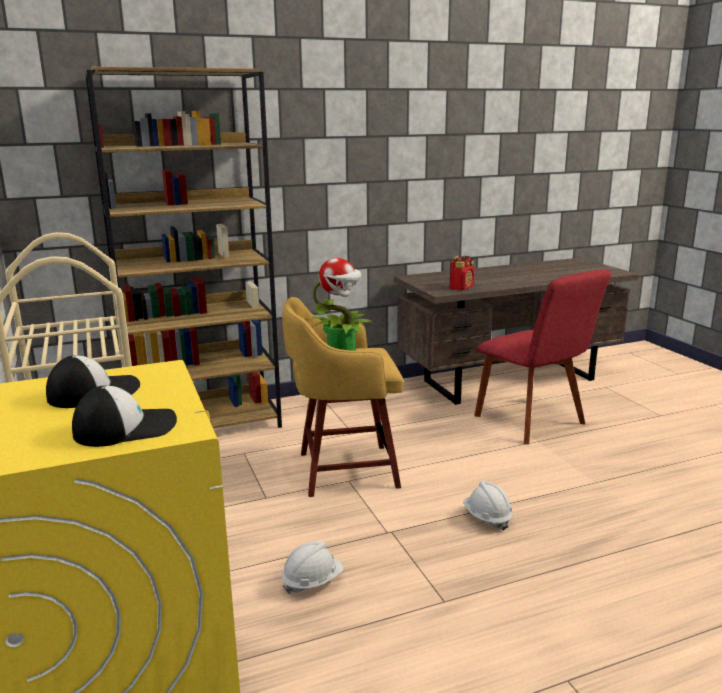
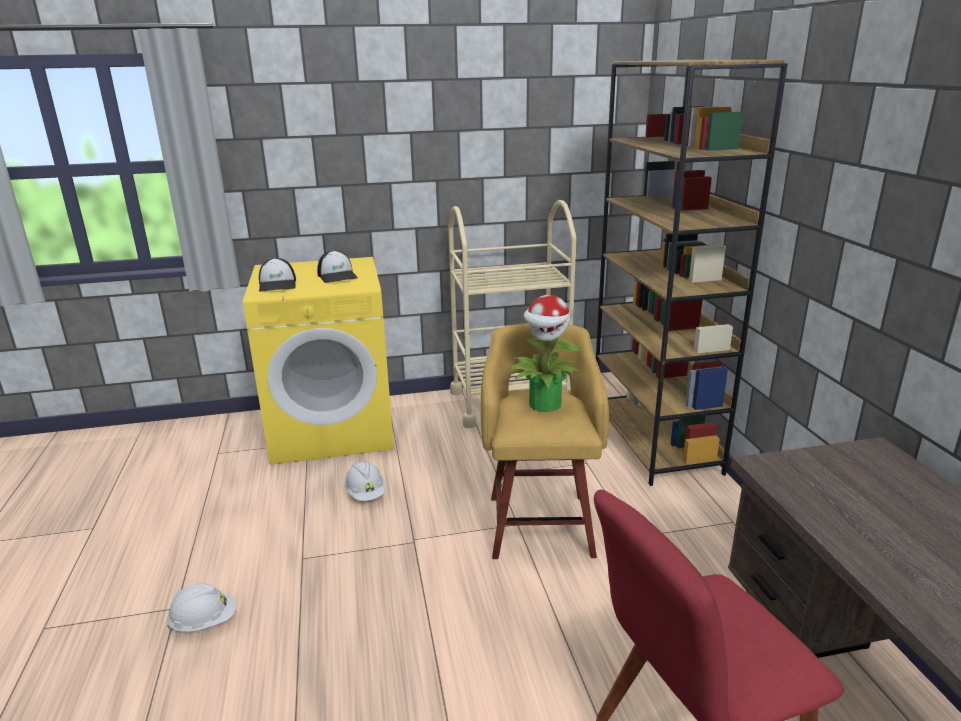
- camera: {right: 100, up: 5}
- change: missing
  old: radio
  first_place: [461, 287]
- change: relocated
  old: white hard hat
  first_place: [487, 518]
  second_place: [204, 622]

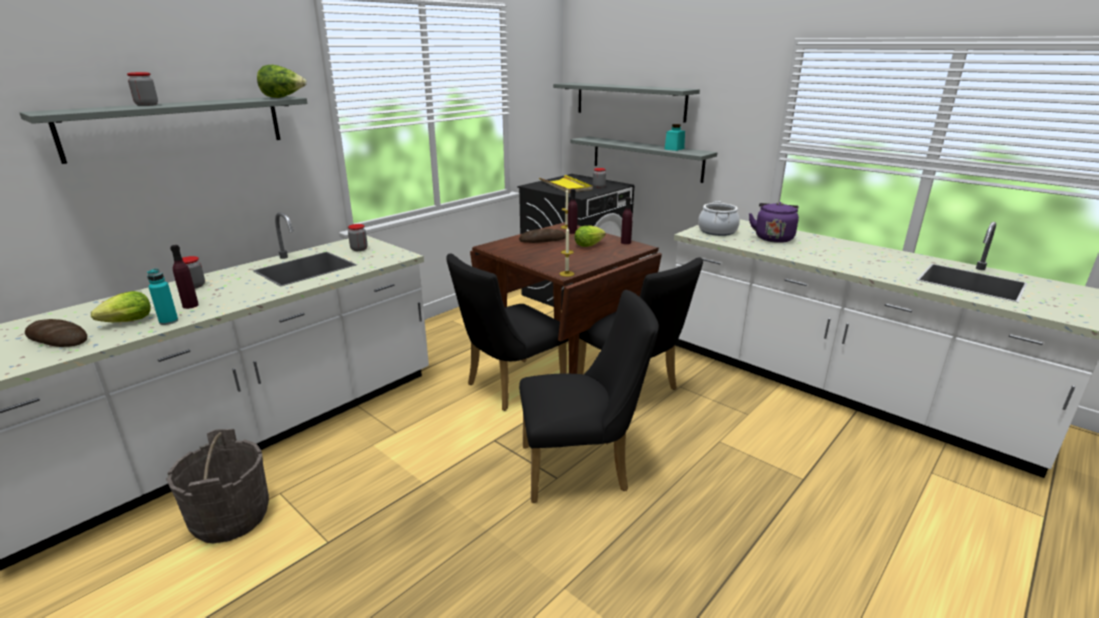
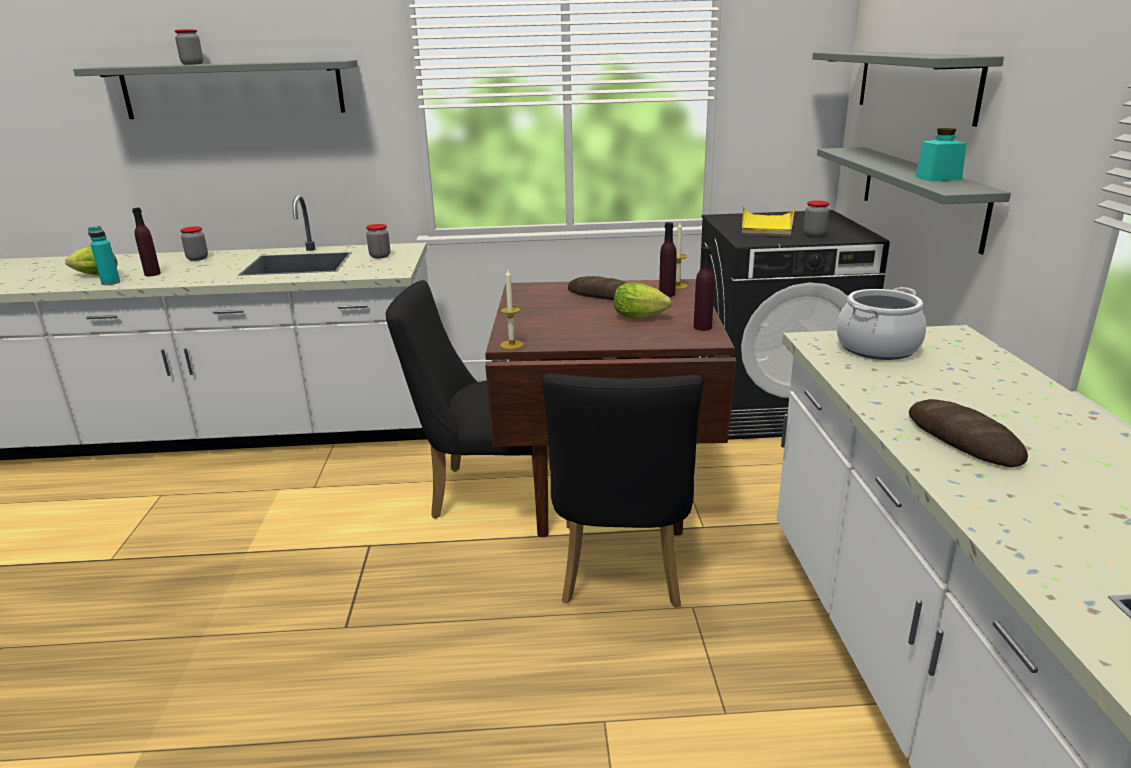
- camera: {right: 45, up: 0}
- change: missing
  old: lettuce
  first_place: [283, 97]
- change: missing
  old: purple kettle
  first_place: [773, 238]
- change: missing
  old: black chair
  first_place: [582, 468]
- change: relocated
  old: bread
  first_place: [57, 338]
  second_place: [963, 440]
- change: missing
  old: grey bucket
  first_place: [230, 517]

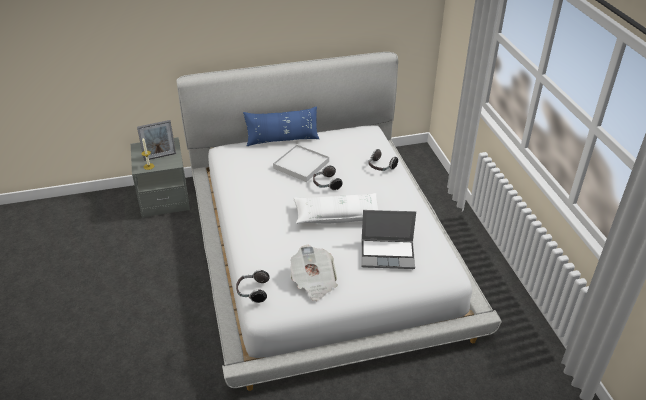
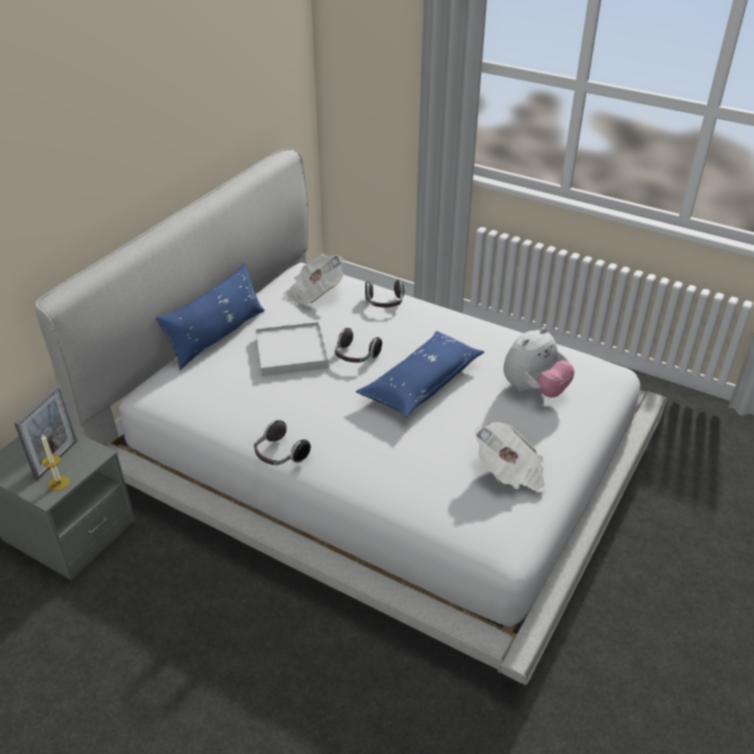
- camera: {right: -45, up: 0}
- change: colour
  old: white pillow
  new: blue pillow
  first_place: [337, 215]
  second_place: [421, 383]
- change: exchanged
  old: laptop
  new: plush toy
  first_place: [388, 254]
  second_place: [534, 390]
- change: relocated
  old: headphones
  first_place: [252, 292]
  second_place: [279, 455]
- change: appeared
  new: newspaper
  second_place: [314, 294]

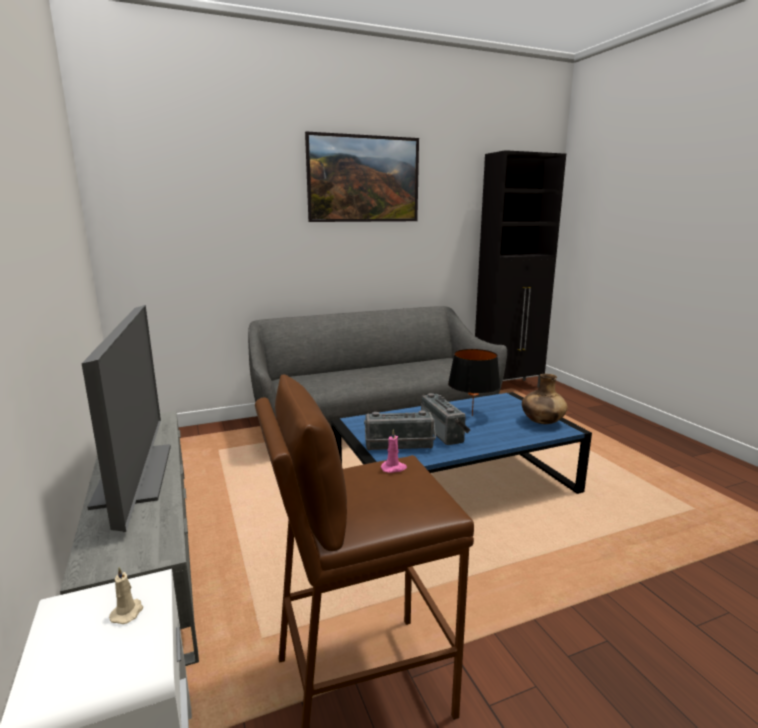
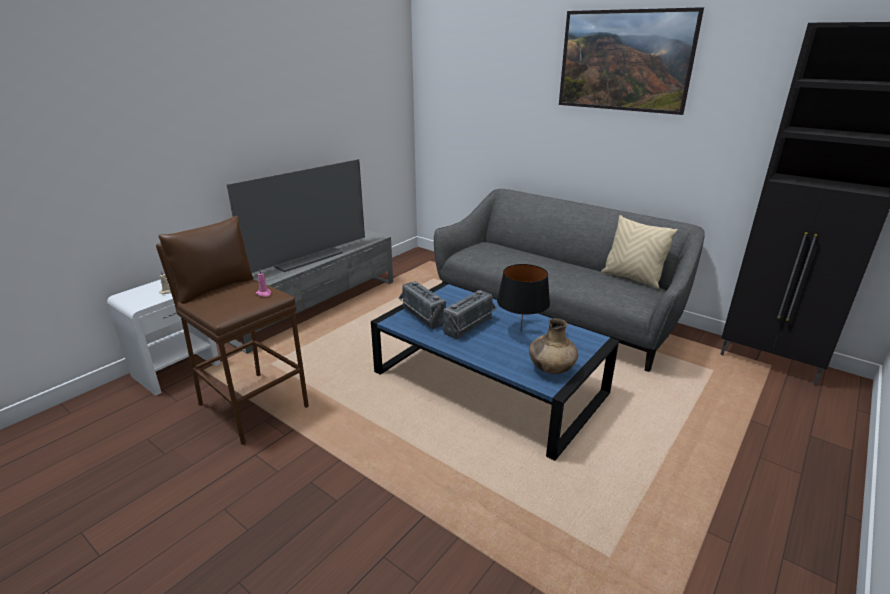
- camera: {right: 60, up: 10}
- change: appeared
  new: beige pillow
  second_place: [632, 278]

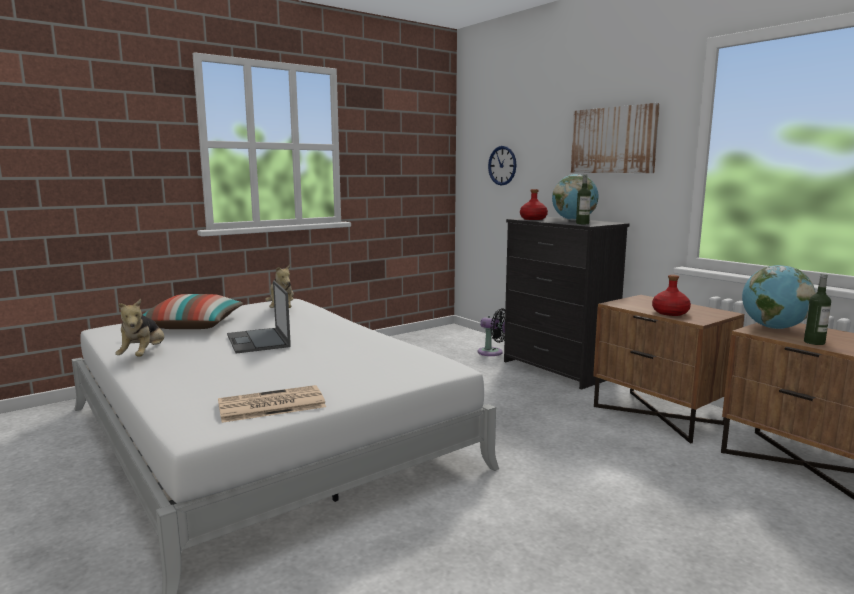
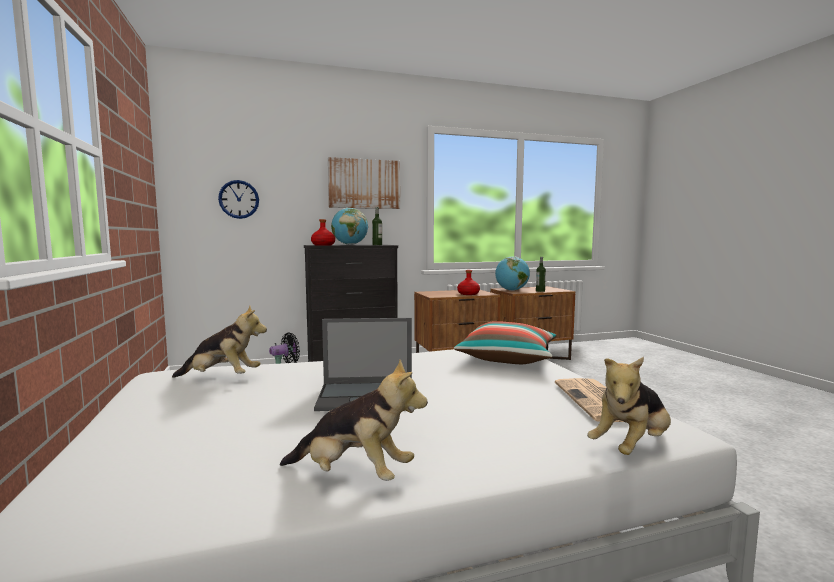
- camera: {right: -70, up: -5}
- change: relocated
  old: pillow
  first_place: [193, 326]
  second_place: [507, 358]
- change: appeared
  new: plush toy
  second_place: [631, 447]

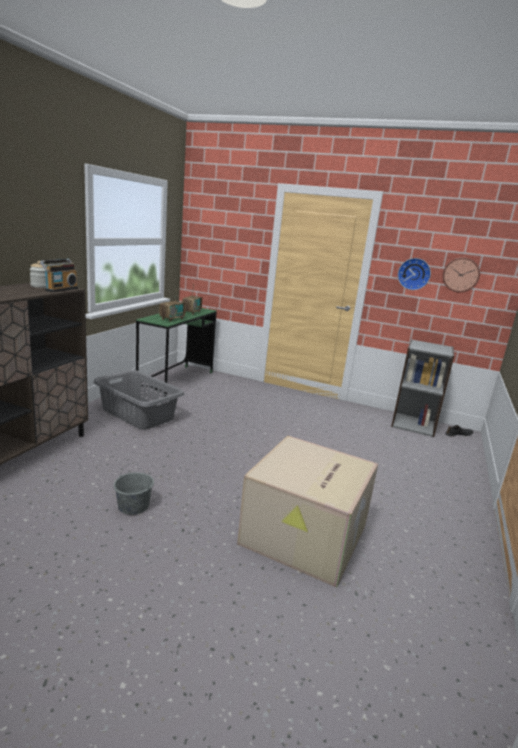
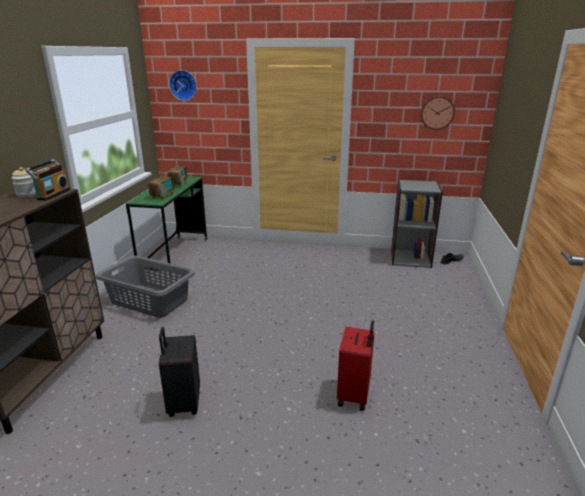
- camera: {right: -10, up: 5}
- change: relocated
  old: wall clock
  first_place: [414, 274]
  second_place: [183, 85]
- change: exchanged
  old: cardboard box
  new: red suitcase
  first_place: [305, 536]
  second_place: [354, 395]
- change: exchanged
  old: grey bucket
  new: black suitcase
  first_place: [133, 506]
  second_place: [183, 403]

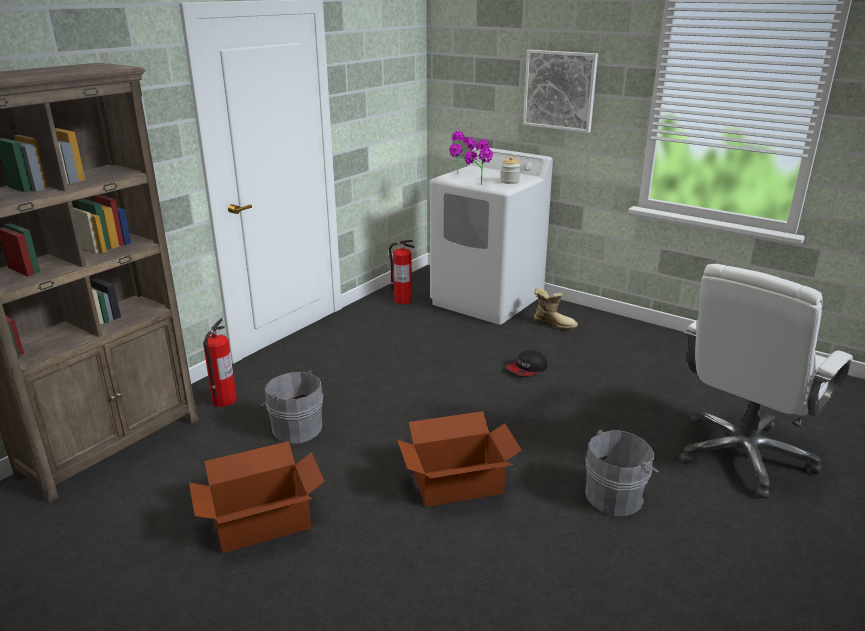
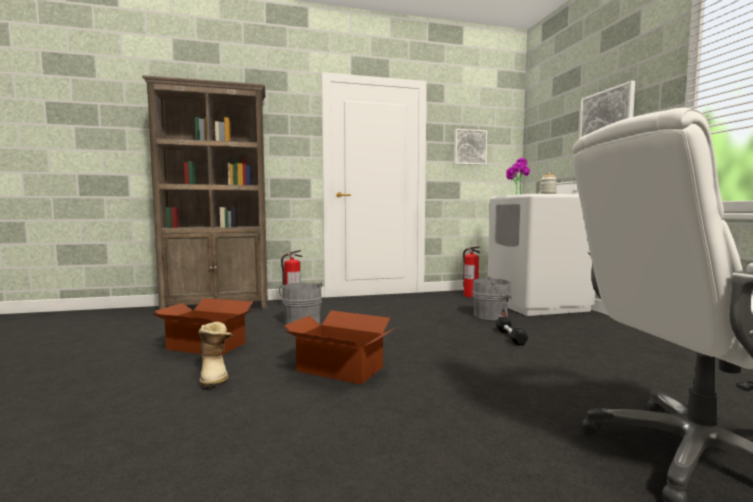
- camera: {right: 40, up: -20}
- change: relocated
  old: boot
  first_place: [553, 323]
  second_place: [215, 375]
- change: exchanged
  old: cap
  new: black dumbbell
  first_place: [527, 369]
  second_place: [510, 337]
- change: relocated
  old: grey bucket
  first_place: [616, 496]
  second_place: [492, 316]
- change: appeared
  new: picture
  second_place: [469, 147]

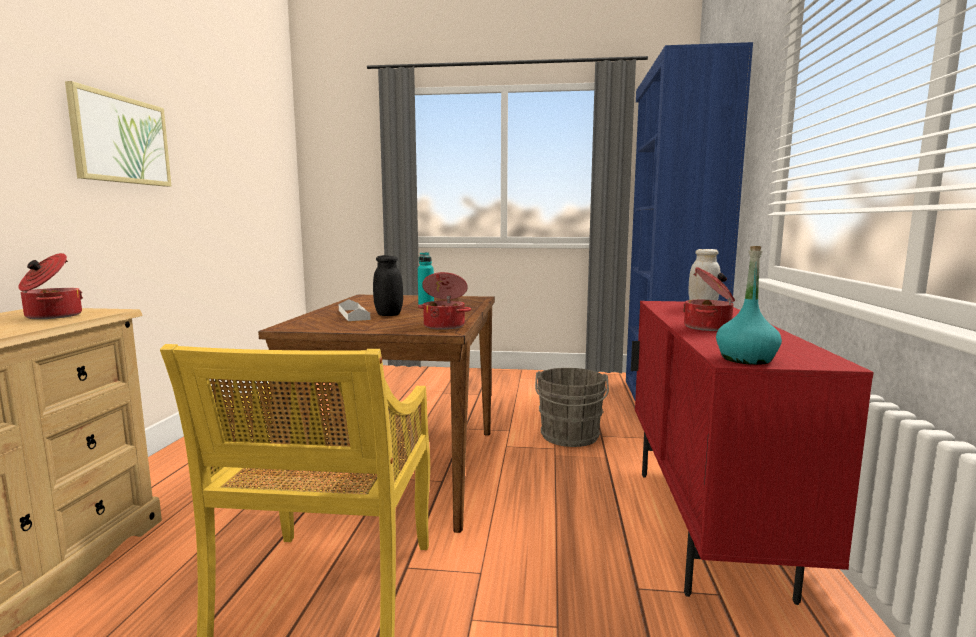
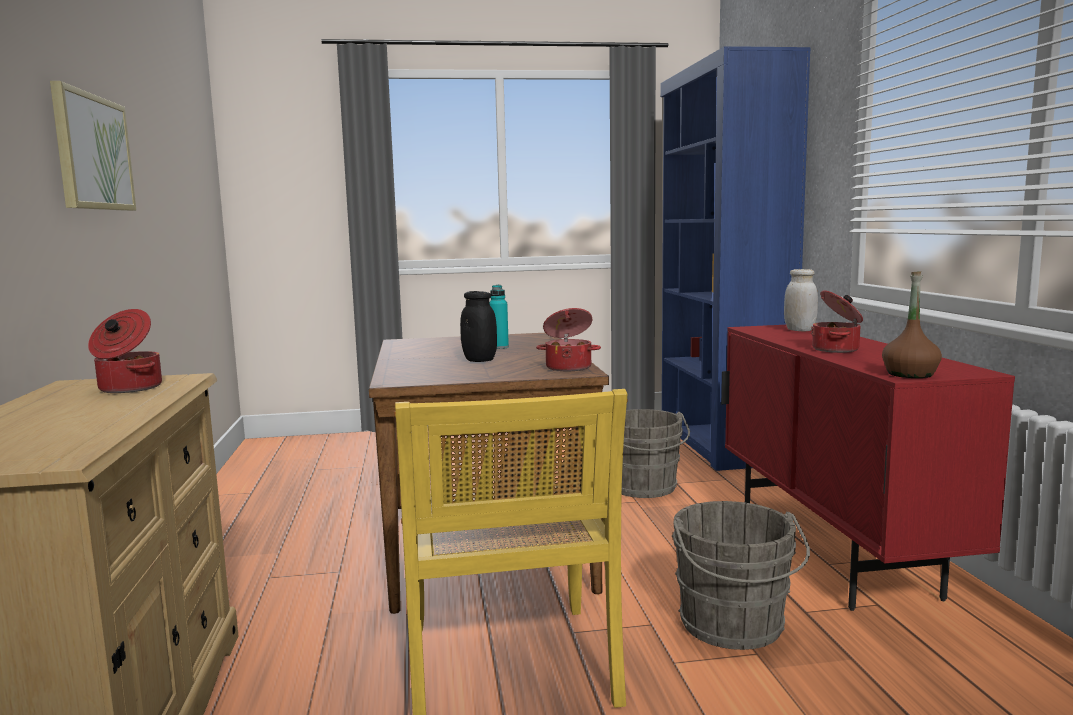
- camera: {right: -15, up: 0}
- change: colour
  old: turquoise bottle
  new: brown bottle
  first_place: [745, 359]
  second_place: [909, 374]
- change: missing
  old: white tray
  first_place: [353, 315]
- change: appeared
  new: grey bucket
  second_place: [733, 627]

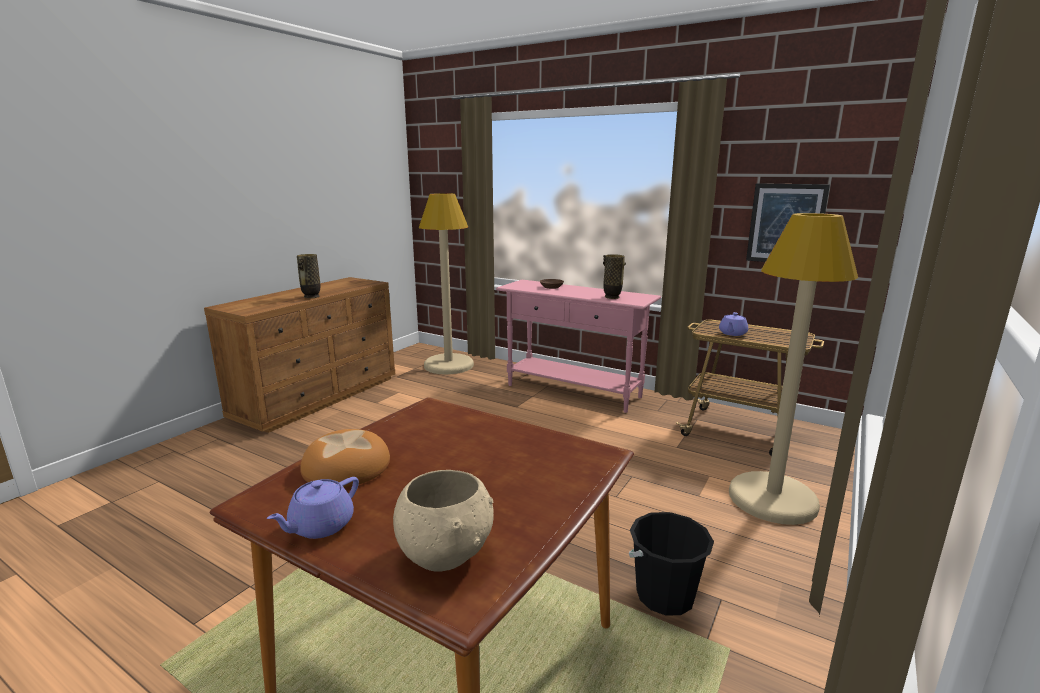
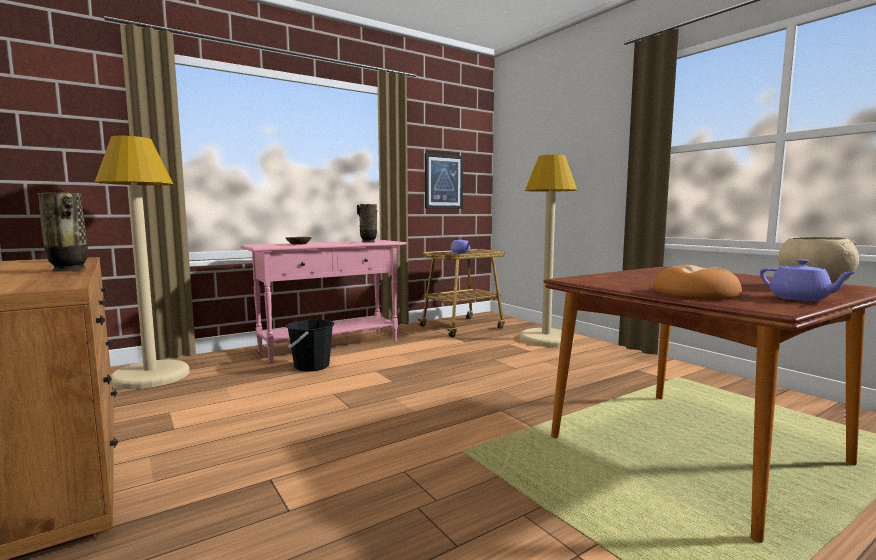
- camera: {right: -65, up: -10}
- change: relocated
  old: black bucket
  first_place: [665, 595]
  second_place: [312, 366]

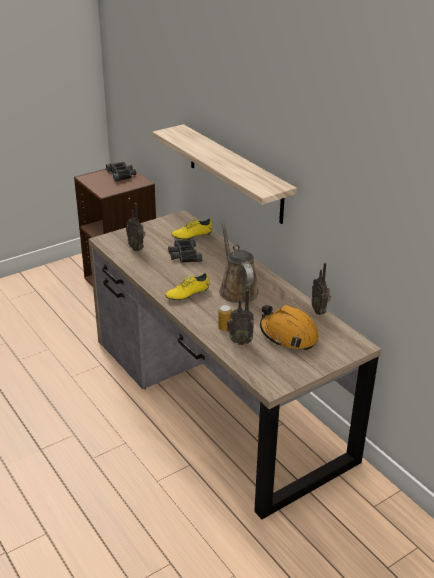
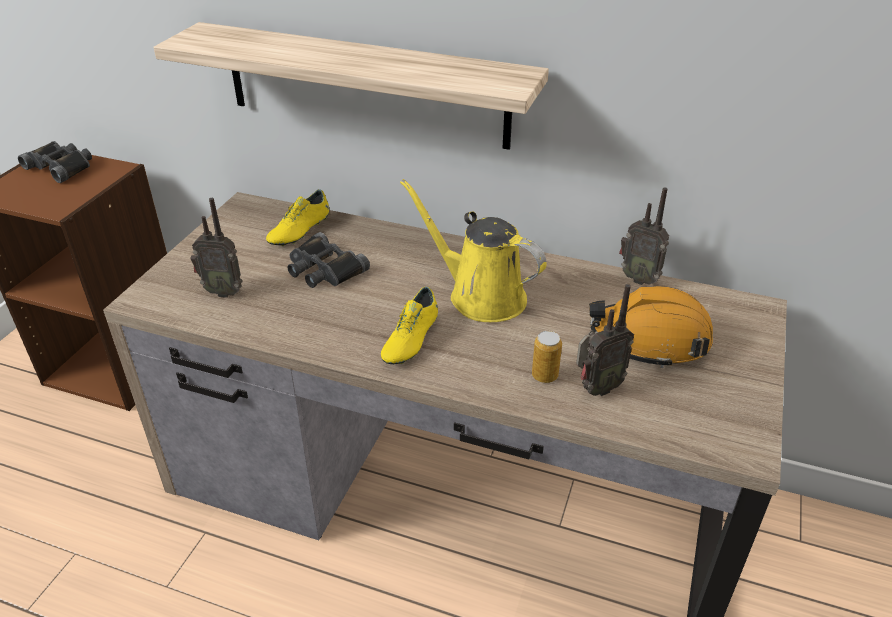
- camera: {right: -35, up: 5}
- change: colour
  old: brown watering can
  new: yellow watering can
  first_place: [237, 289]
  second_place: [480, 295]

